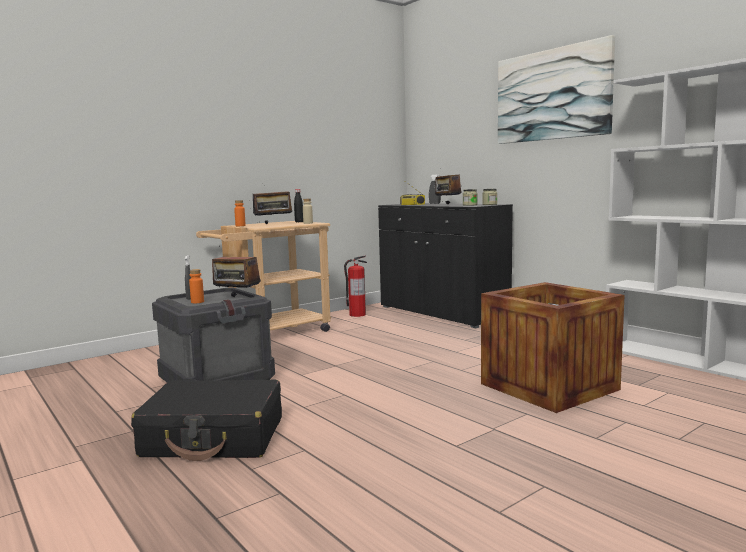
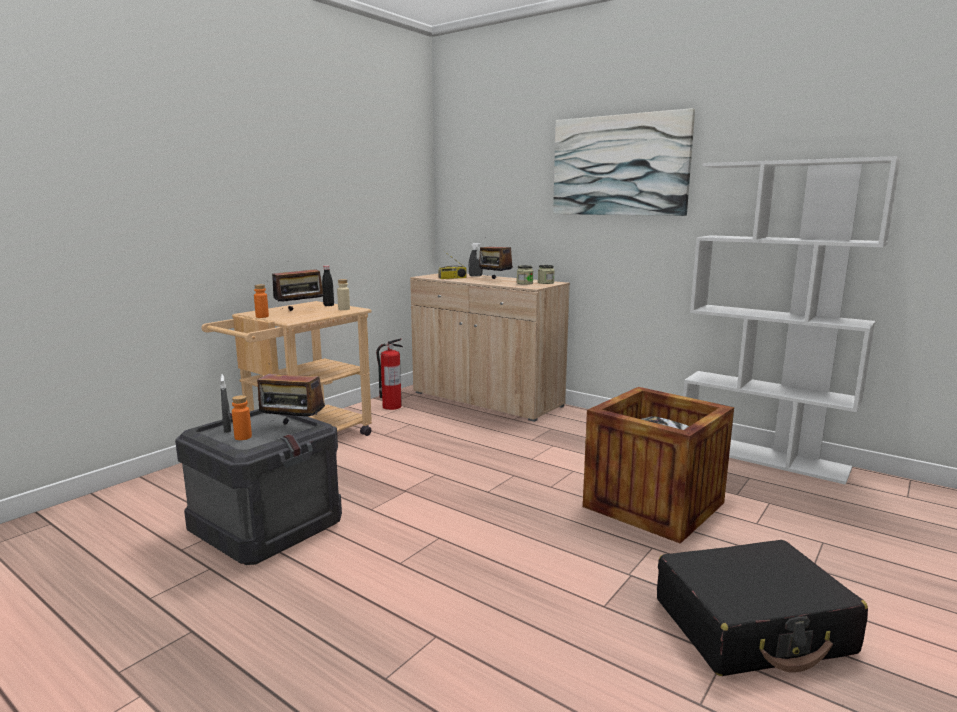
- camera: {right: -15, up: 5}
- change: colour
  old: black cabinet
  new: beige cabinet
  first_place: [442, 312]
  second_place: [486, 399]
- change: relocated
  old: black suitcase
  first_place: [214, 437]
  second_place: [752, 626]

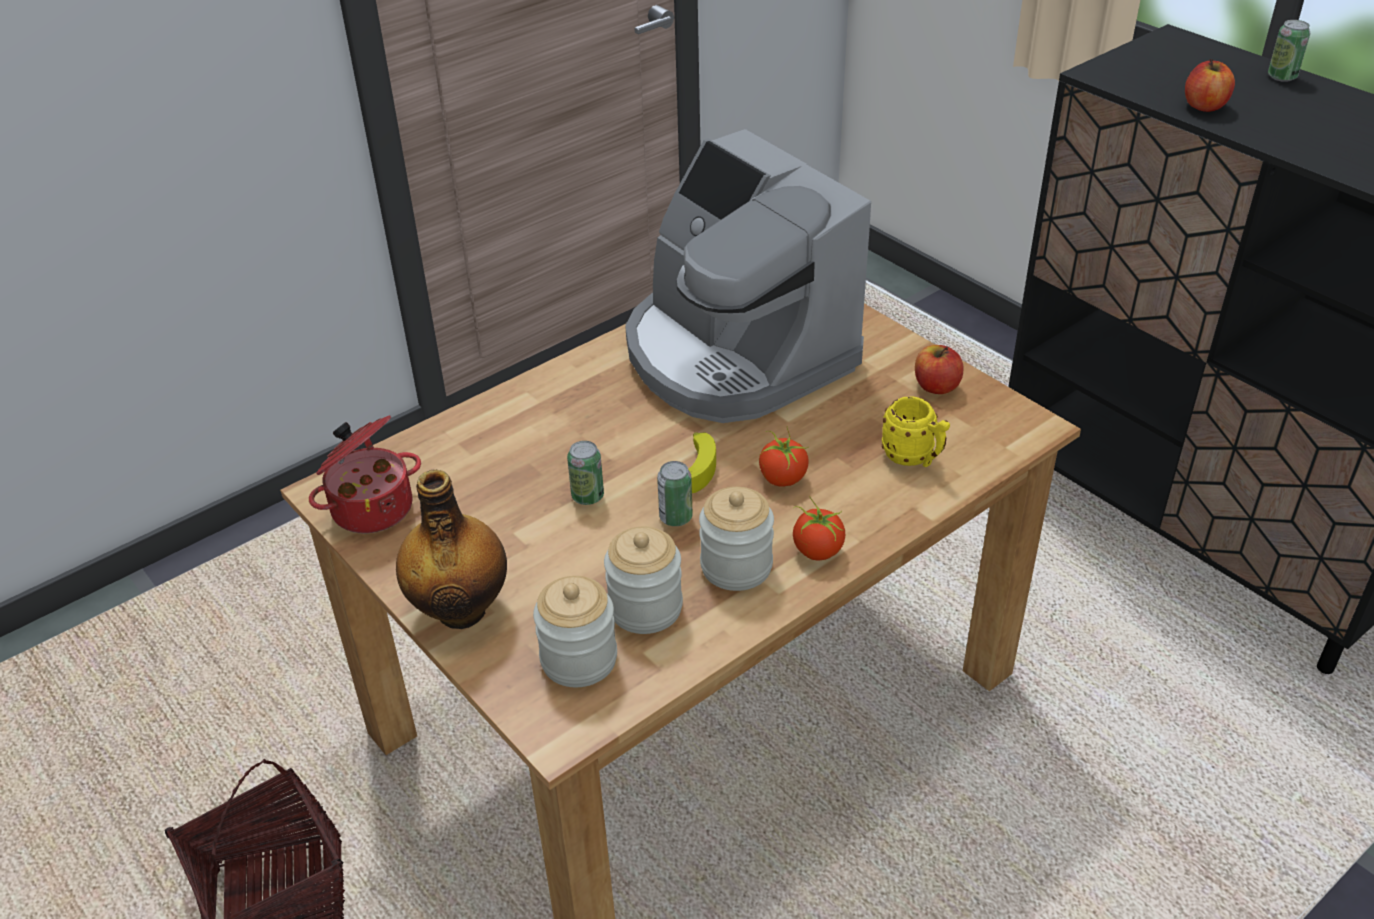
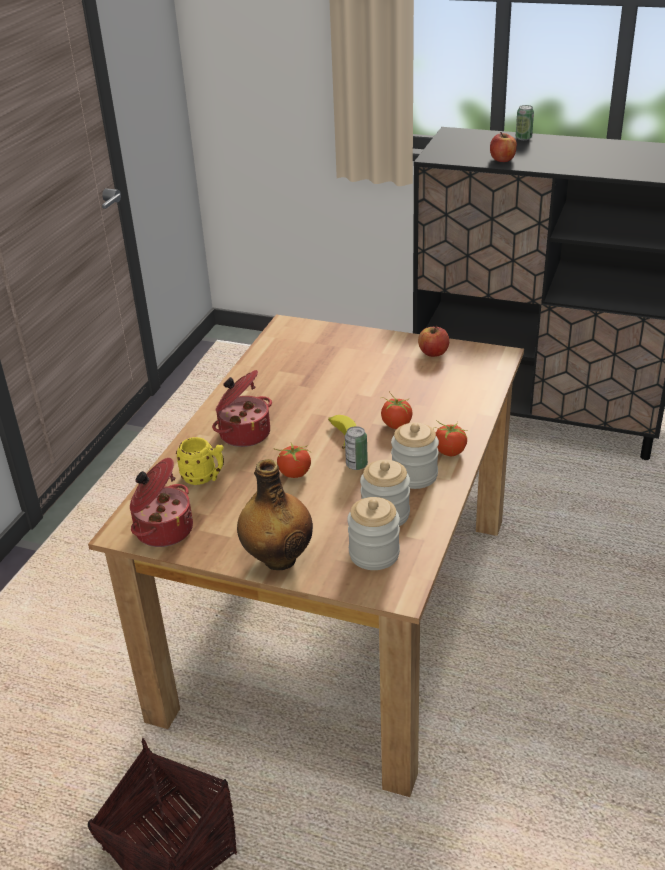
- camera: {right: -30, up: -5}
- change: missing
  old: coffee machine
  first_place: [735, 355]
- change: relocated
  old: yellow mug
  first_place: [914, 458]
  second_place: [204, 478]
- change: exchanged
  old: can
  new: tomato
  first_place: [587, 496]
  second_place: [294, 473]
- change: appeared
  new: cooking pot
  second_place: [243, 433]

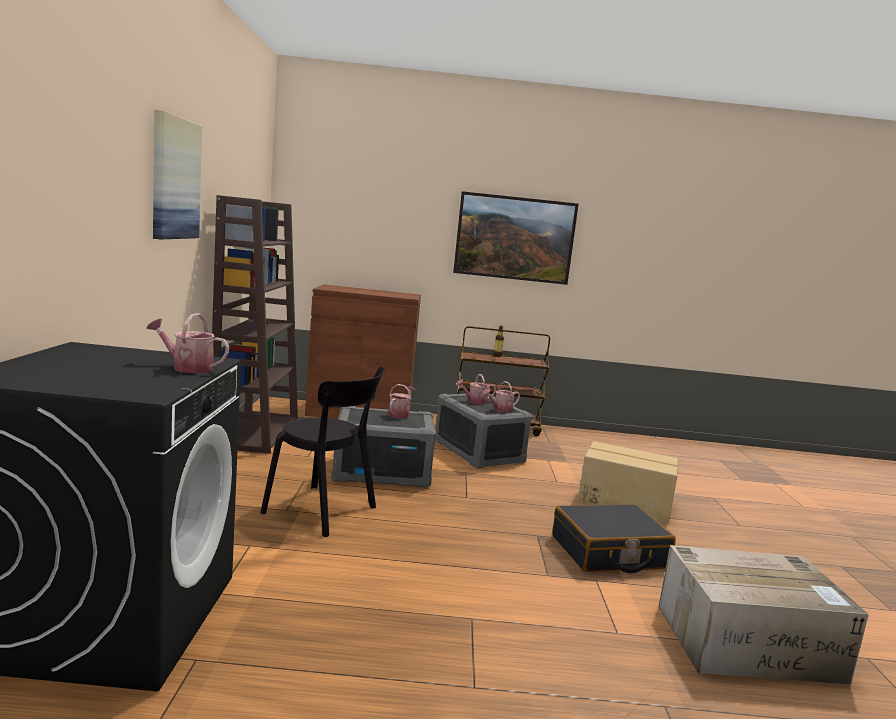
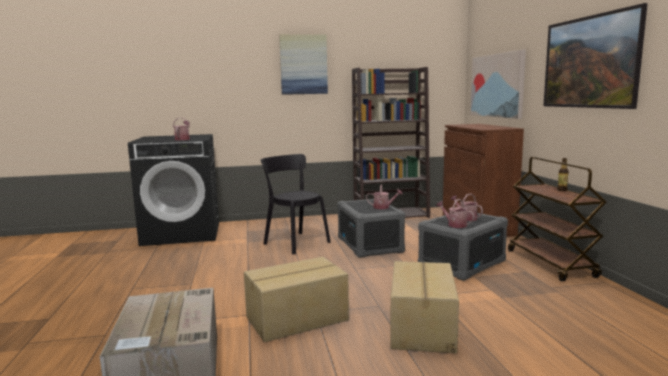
- camera: {right: 80, up: 0}
- change: spun
  old: black chair
  first_place: [324, 511]
  second_place: [295, 242]
  degrees: 120
- change: exchanged
  old: black suitcase
  new: cardboard box
  first_place: [609, 553]
  second_place: [298, 319]
- change: appeared
  new: picture
  second_place: [497, 85]

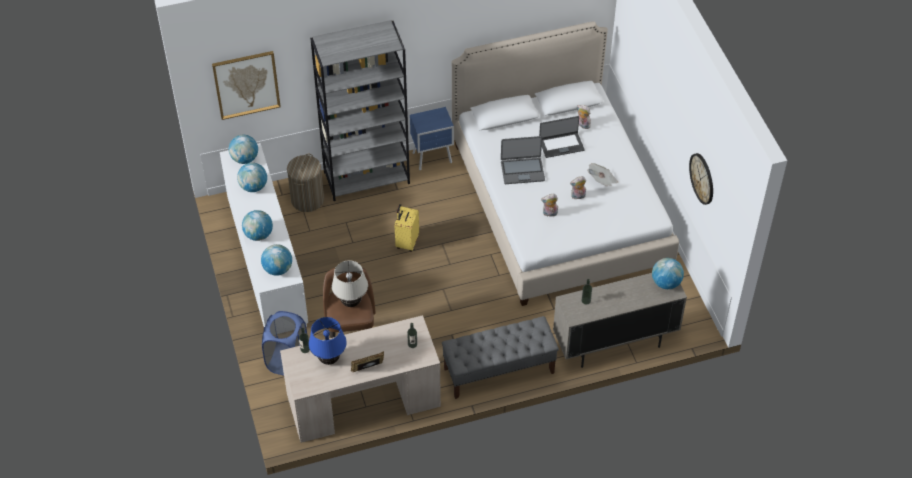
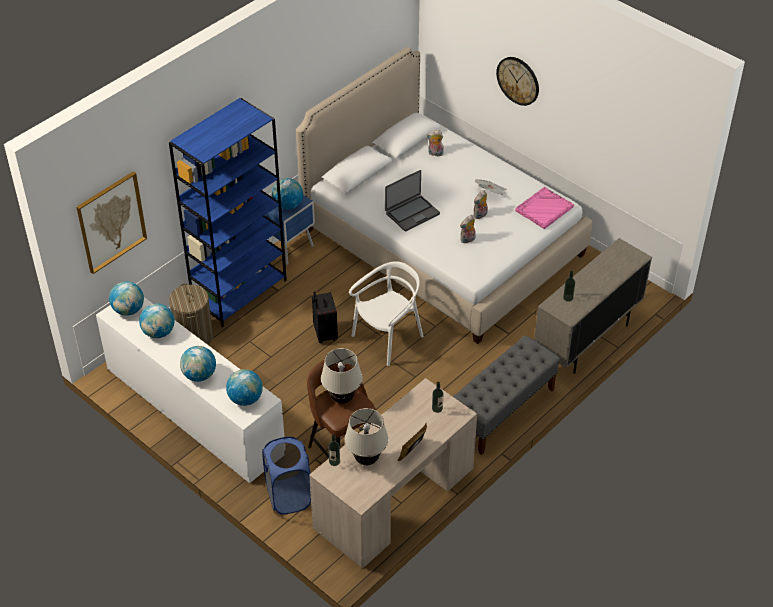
- camera: {right: -30, up: -5}
- change: colour
  old: grey bookcase
  new: blue bookcase
  first_place: [367, 177]
  second_place: [239, 292]
- change: missing
  old: laptop
  first_place: [561, 145]
- change: relocated
  old: wall clock
  first_place: [702, 178]
  second_place: [518, 80]
- change: colour
  old: yellow suitcase
  new: black suitcase
  first_place: [406, 242]
  second_place: [324, 334]
- change: relocated
  old: globe
  first_place: [666, 283]
  second_place: [288, 205]
- change: colour
  old: blue table lamp
  new: beige table lamp
  first_place: [329, 359]
  second_place: [366, 460]
- change: appeared
  new: pink tray
  second_place: [544, 209]
- change: appeared
  new: white chair
  second_place: [388, 338]

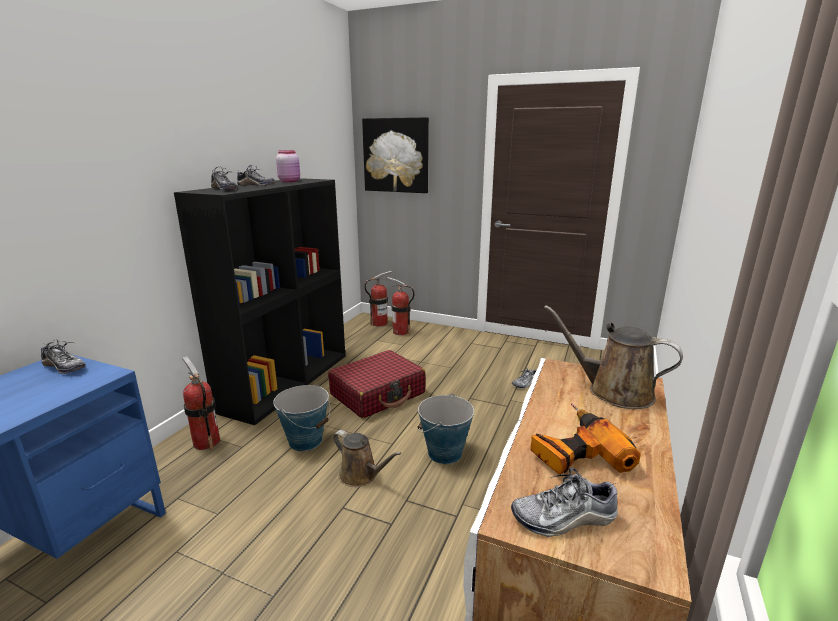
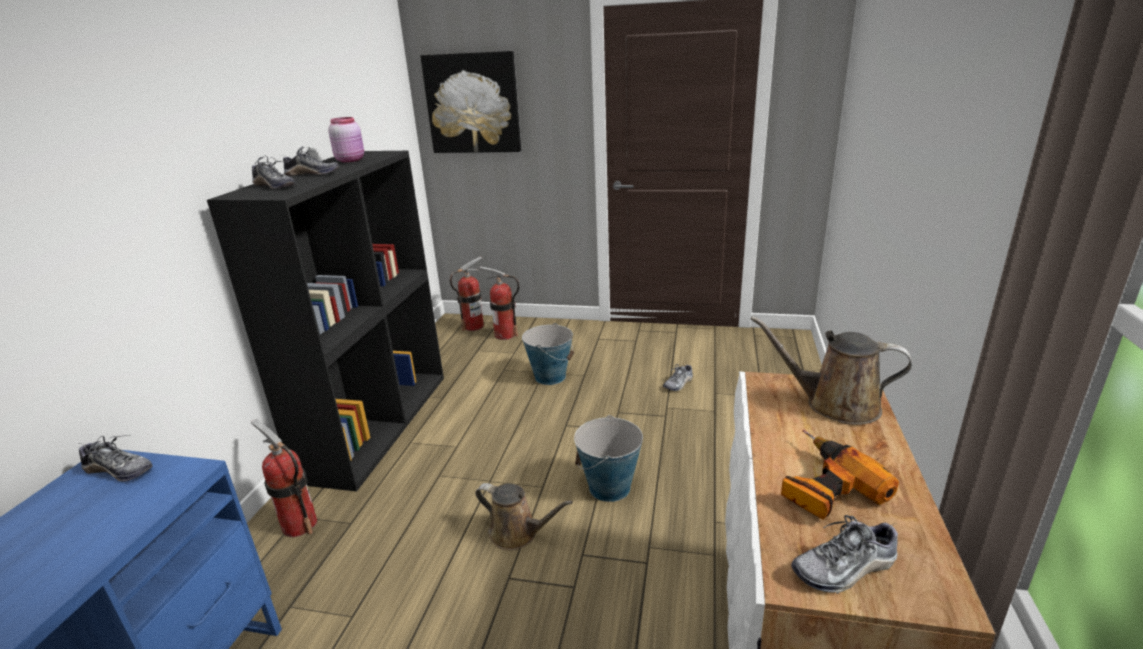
- camera: {right: -10, up: 5}
- change: missing
  old: red suitcase
  first_place: [378, 394]
- change: relocated
  old: bucket
  first_place: [305, 440]
  second_place: [550, 376]

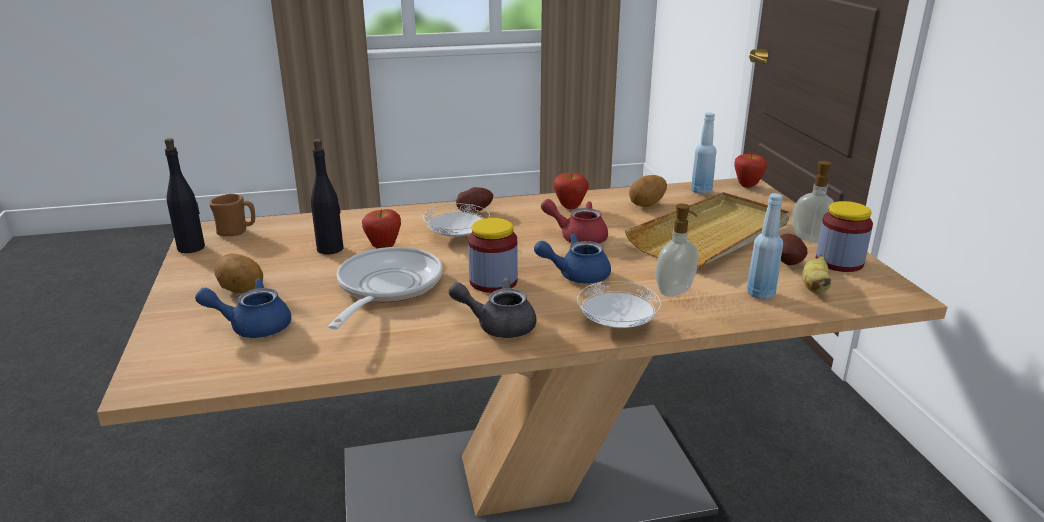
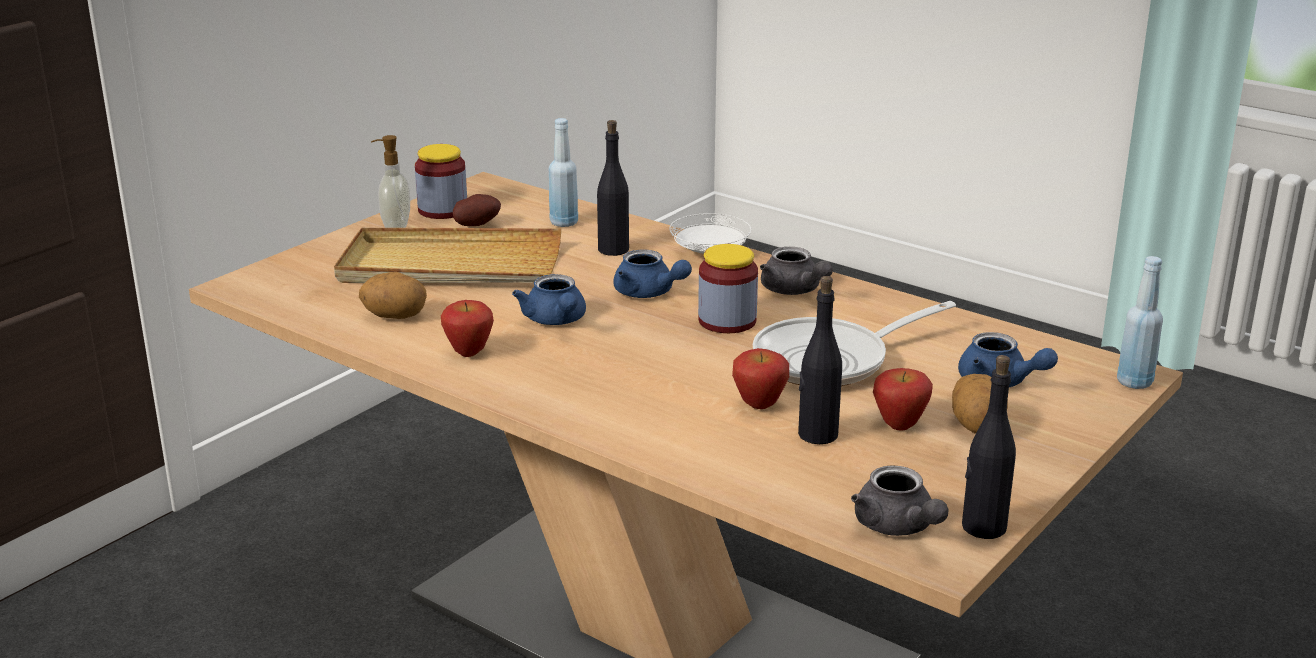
- camera: {right: -130, up: 0}
- change: relocated
  old: blue bottle
  first_place: [701, 191]
  second_place: [1134, 382]
- change: relocated
  old: apple
  first_place: [747, 186]
  second_place: [899, 426]
- change: missing
  old: potato
  first_place: [473, 212]
- change: exchanged
  old: brown mug
  new: grey teapot
  first_place: [236, 232]
  second_place: [898, 527]
- change: colour
  old: red teapot
  new: blue teapot
  first_place: [577, 237]
  second_place: [556, 321]
- change: exchanged
  old: soap dispenser
  new: black bottle
  first_place: [675, 292]
  second_place: [613, 249]
- change: missing
  old: white plate
  first_place: [457, 236]
- change: missing
  old: banana
  first_place: [814, 287]

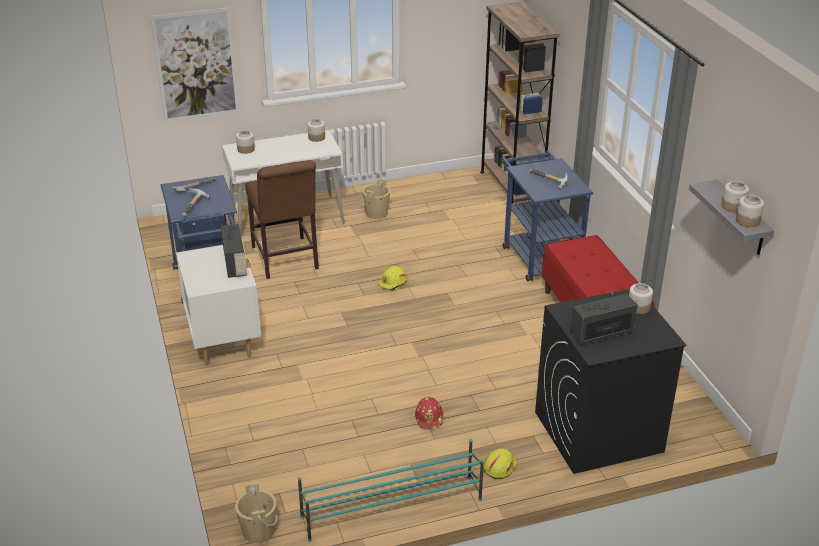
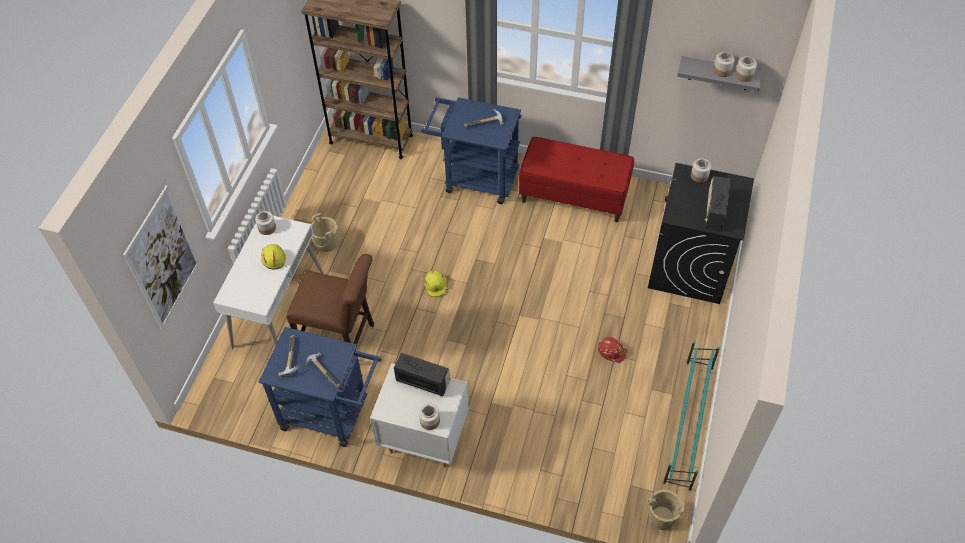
- camera: {right: -55, up: 20}
- change: relocated
  old: jar
  first_place: [245, 149]
  second_place: [429, 421]
- change: relocated
  old: yellow hard hat
  first_place: [499, 466]
  second_place: [273, 258]

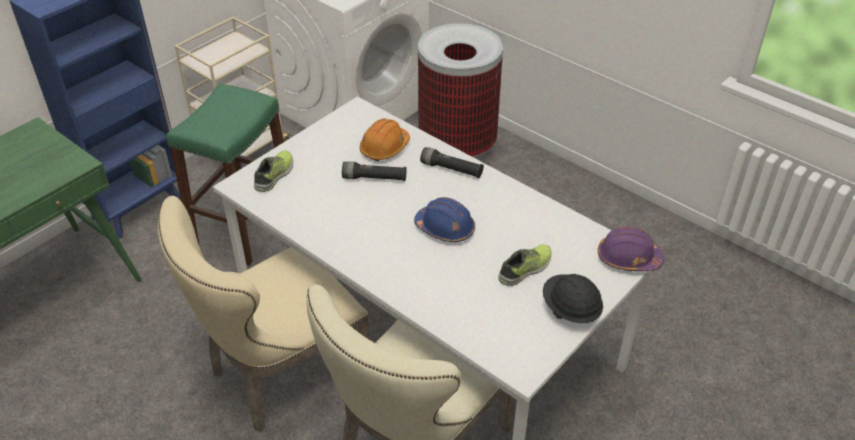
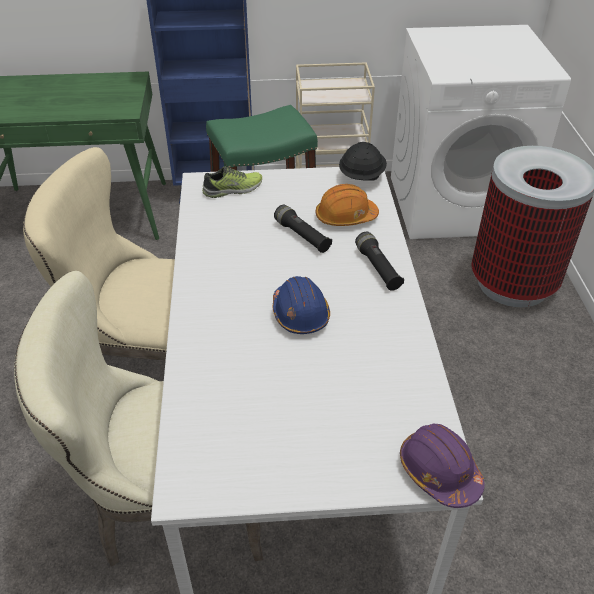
- camera: {right: 45, up: 0}
- change: missing
  old: shoe
  first_place: [526, 269]
- change: relocated
  old: black hard hat
  first_place: [570, 310]
  second_place: [361, 177]

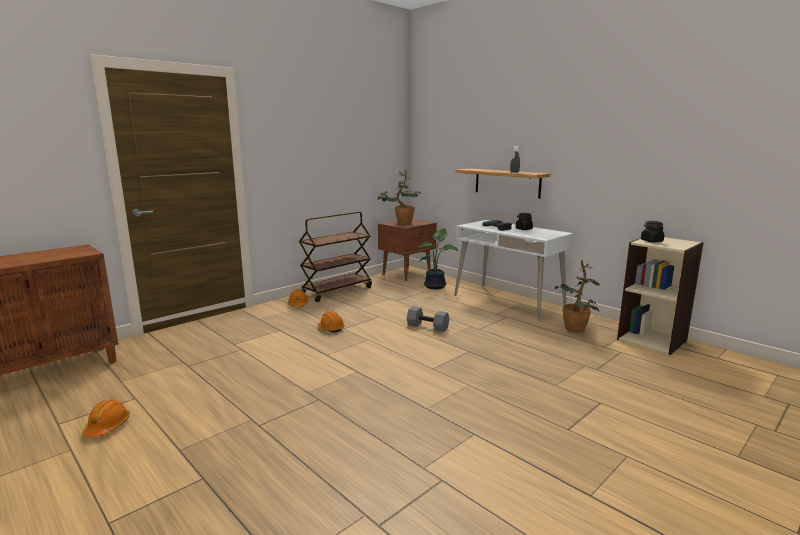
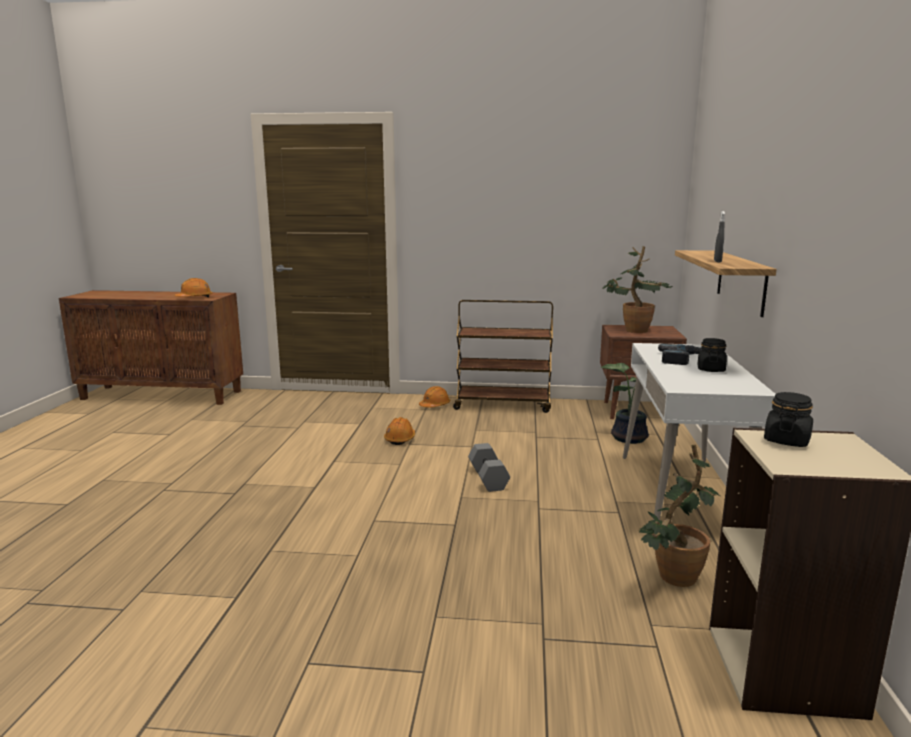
- camera: {right: 50, up: 0}
- change: relocated
  old: orange hard hat
  first_place: [107, 426]
  second_place: [194, 298]

